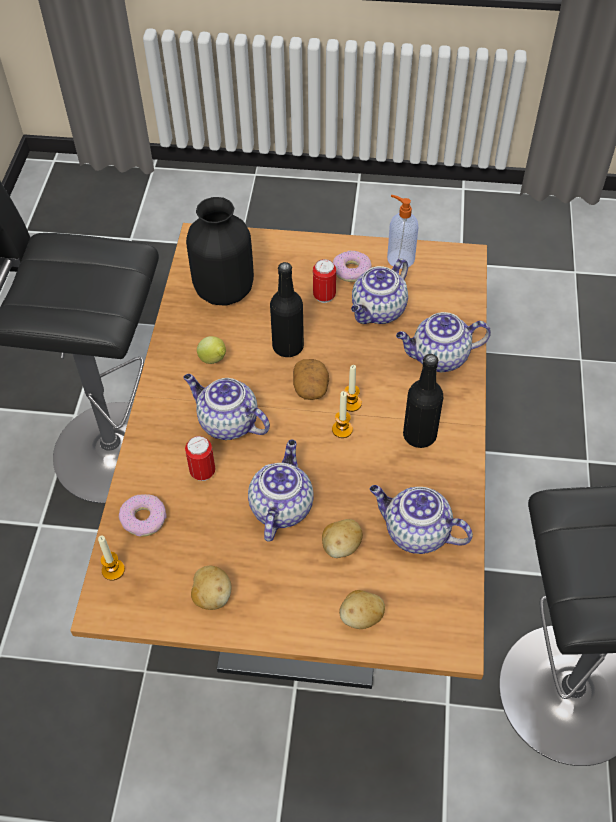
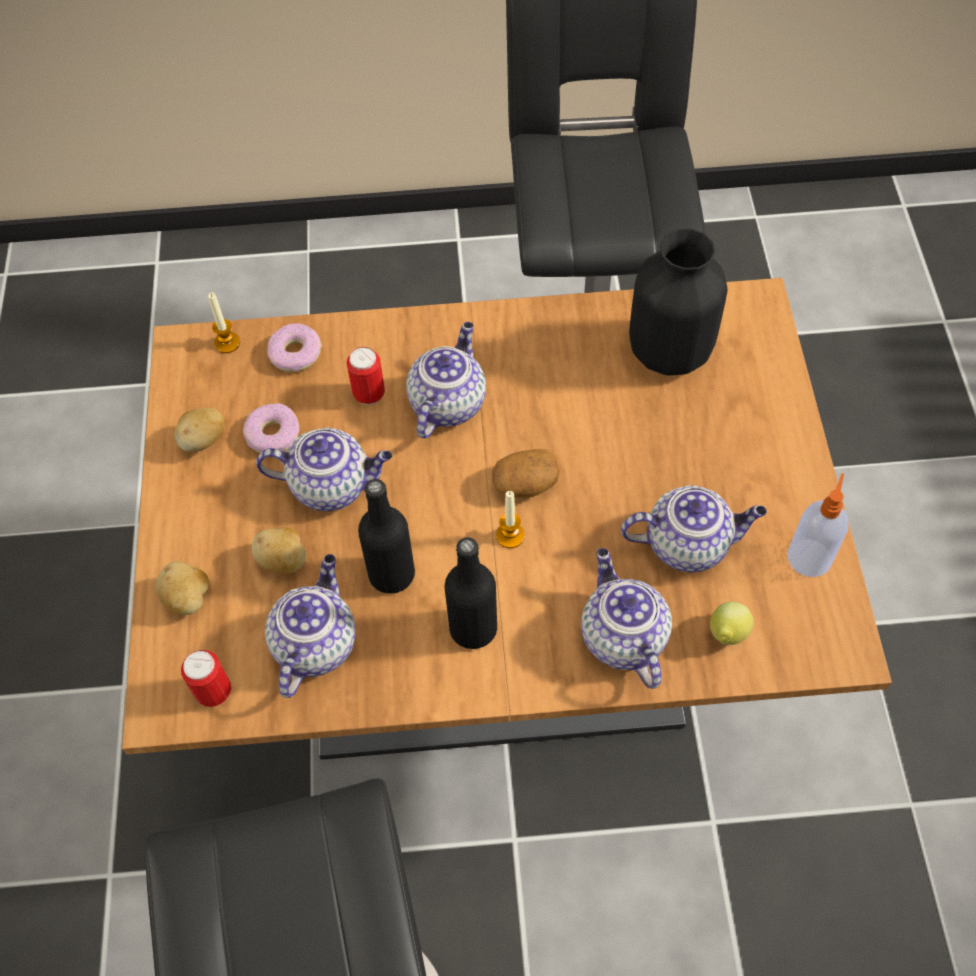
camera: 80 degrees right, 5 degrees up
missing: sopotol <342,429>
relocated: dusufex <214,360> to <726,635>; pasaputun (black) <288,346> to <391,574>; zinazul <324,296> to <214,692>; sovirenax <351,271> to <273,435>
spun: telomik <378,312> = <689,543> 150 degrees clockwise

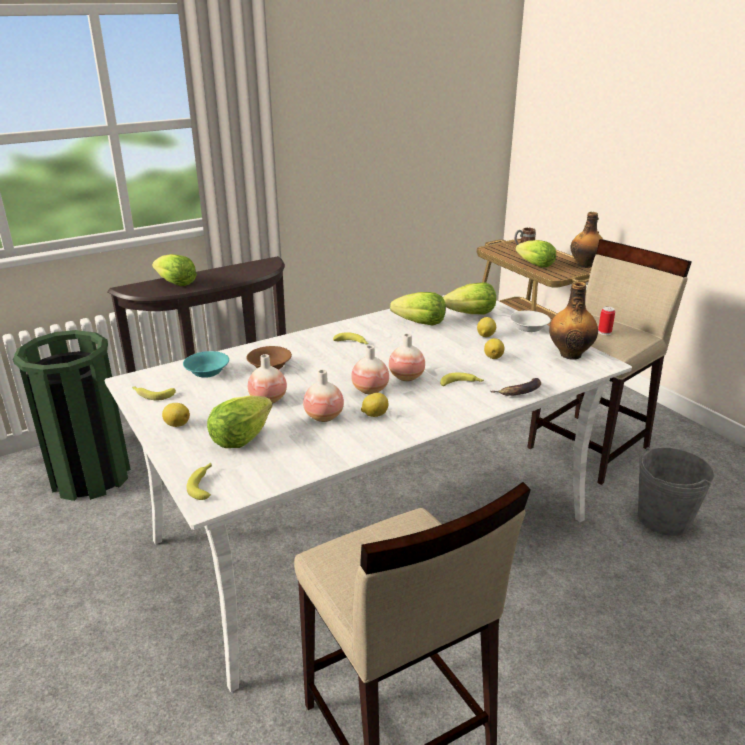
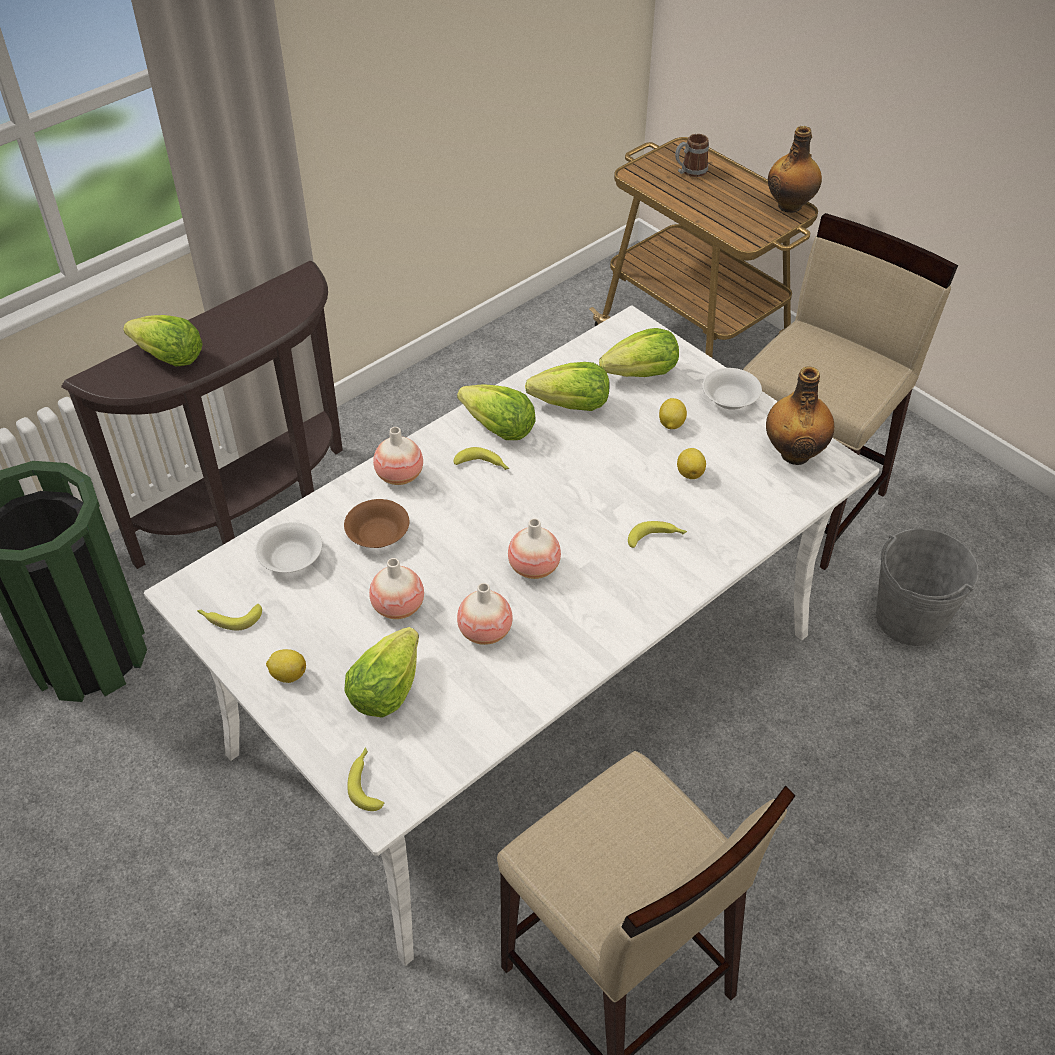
camera: 10 degrees left, 20 degrees up
missing: dusufex <374,415>; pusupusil <519,392>; zinazul <604,332>
relocated: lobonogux <406,377> to <399,476>; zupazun <535,265> to <499,429>
colour: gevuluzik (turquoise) <208,372> to gevuluzik (white) <292,558>

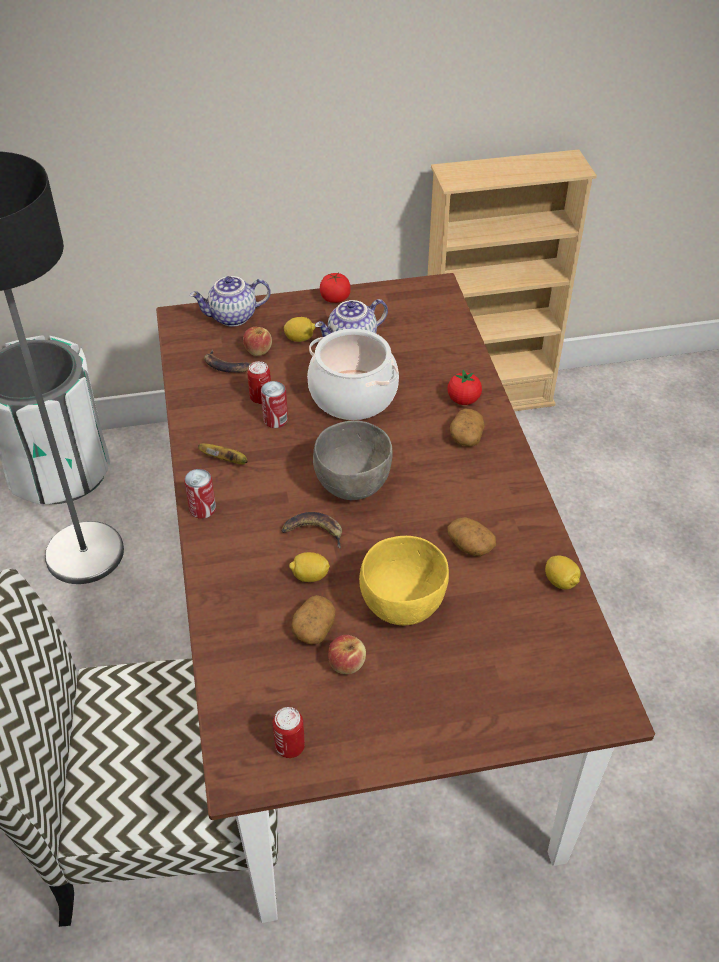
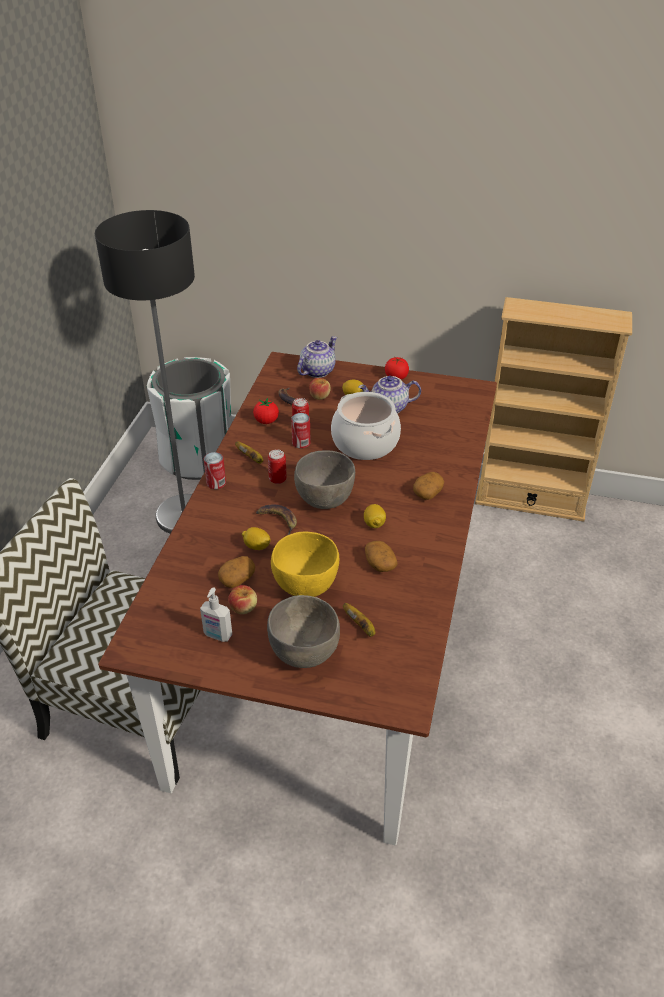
camera: 25 degrees right, 5 degrees down
appeared: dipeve <217,635>; gevuluzik (grey) <304,653>; pusupusil <361,626>
relocated: zinazul <290,746> to <277,479>; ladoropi <463,400> to <266,421>; dusufex <560,582> to <374,524>
spun: telomik <233,317> = <317,371> 120 degrees clockwise

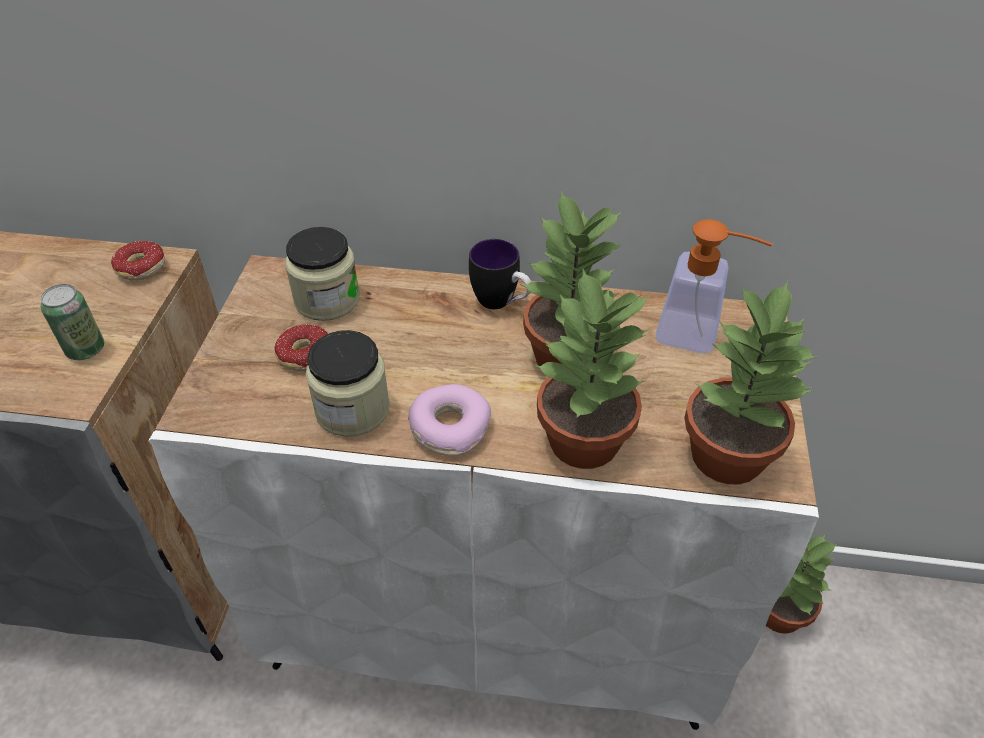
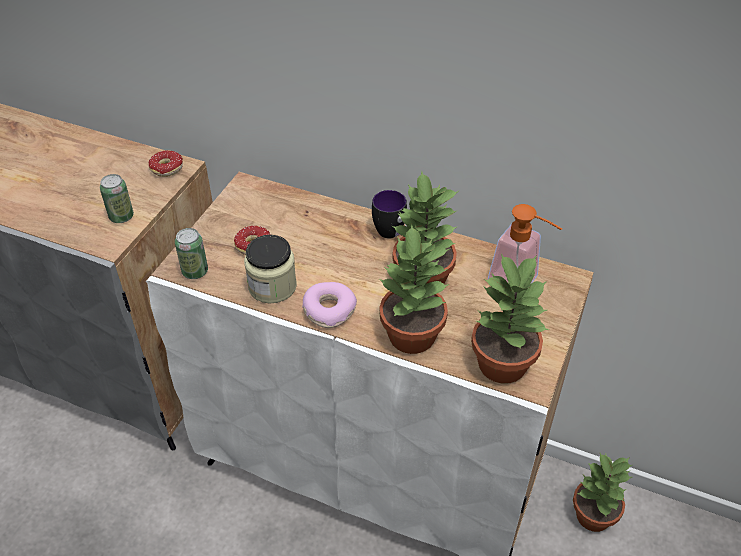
camera: 15 degrees right, 0 degrees up
missing: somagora <327,300>
appeared: zinazul <195,271>

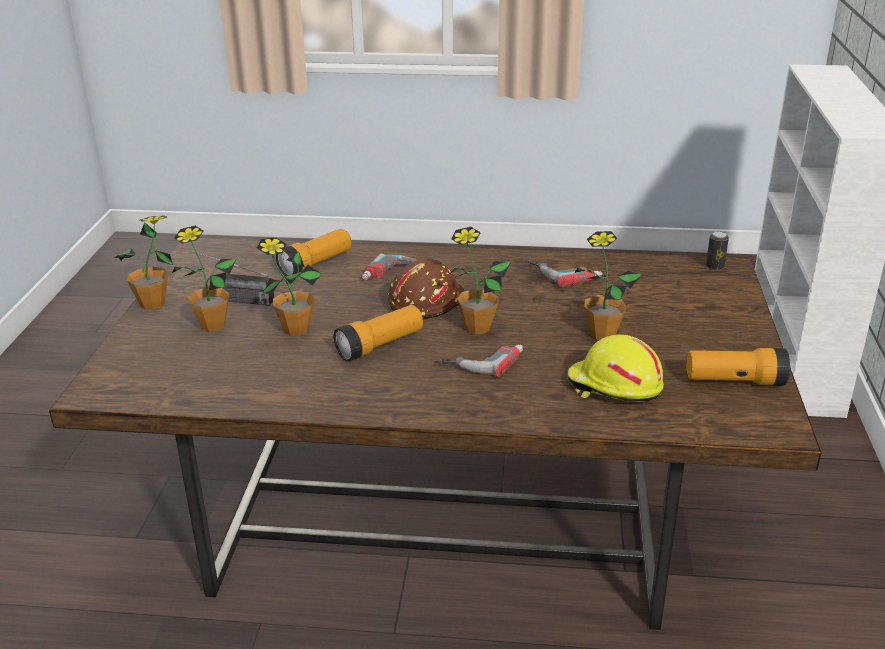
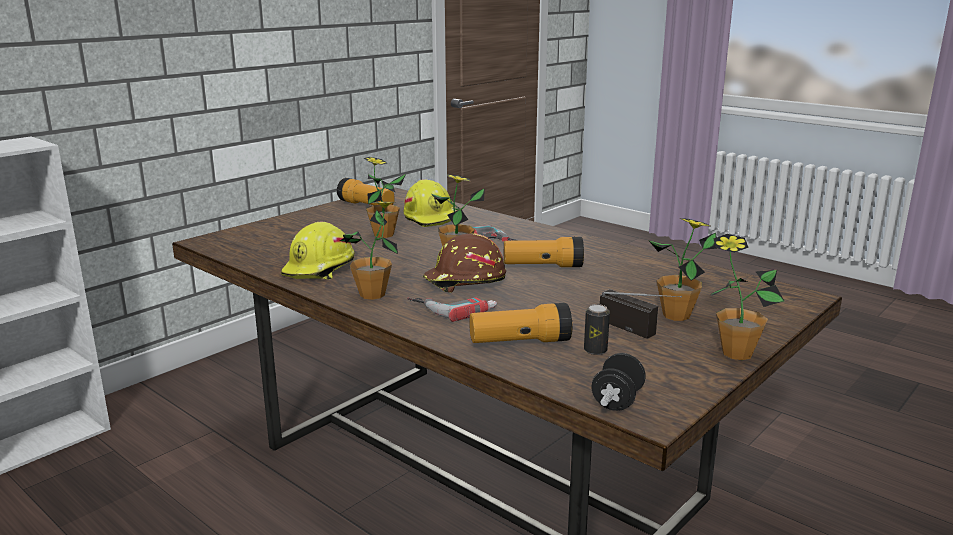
camera: 145 degrees left, 10 degrees down
appeared: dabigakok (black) <617,401>
relocated: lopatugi <296,329> to <372,294>; zinazul <714,266> to <595,350>
exchanged: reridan <563,273> to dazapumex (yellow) <320,269>

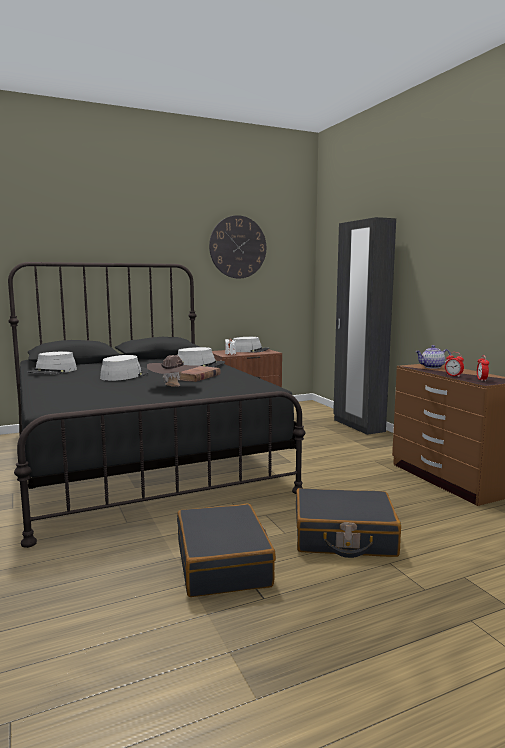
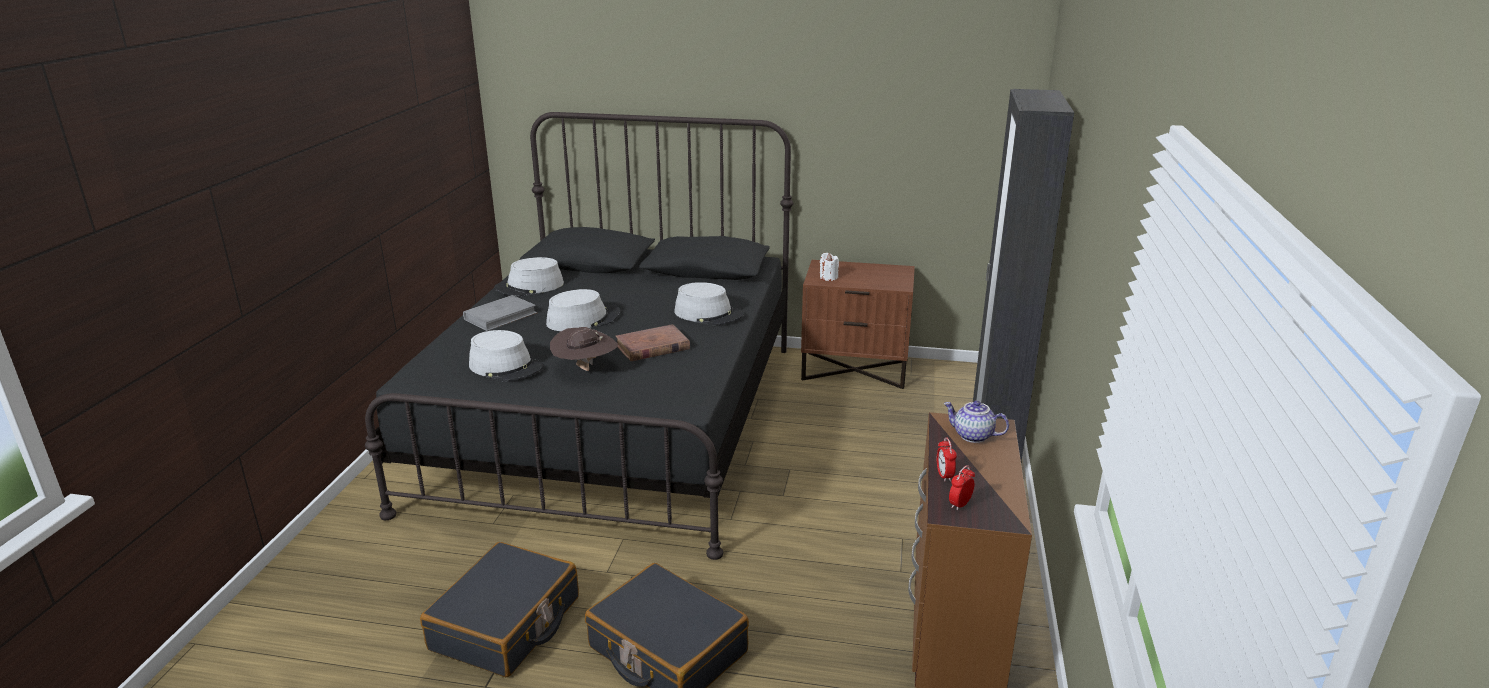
camera: 35 degrees right, 15 degrees up
missing: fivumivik <238,247>
appeared: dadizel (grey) <501,316>
relocated: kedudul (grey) <249,350> to <506,366>

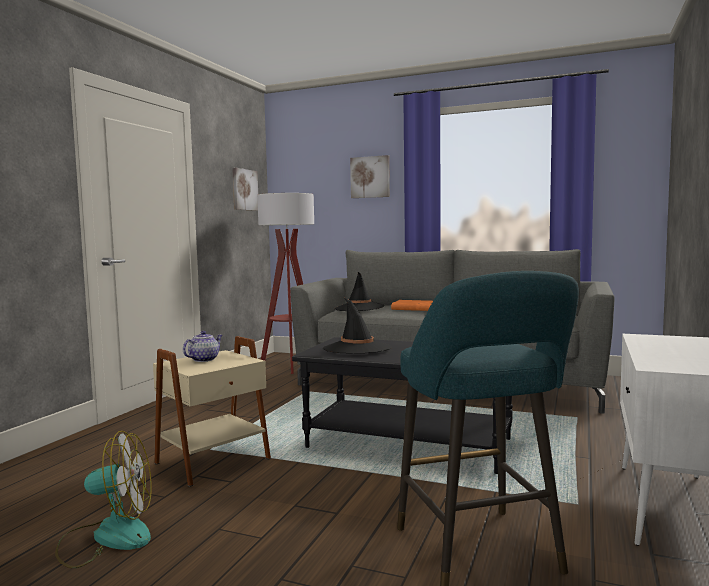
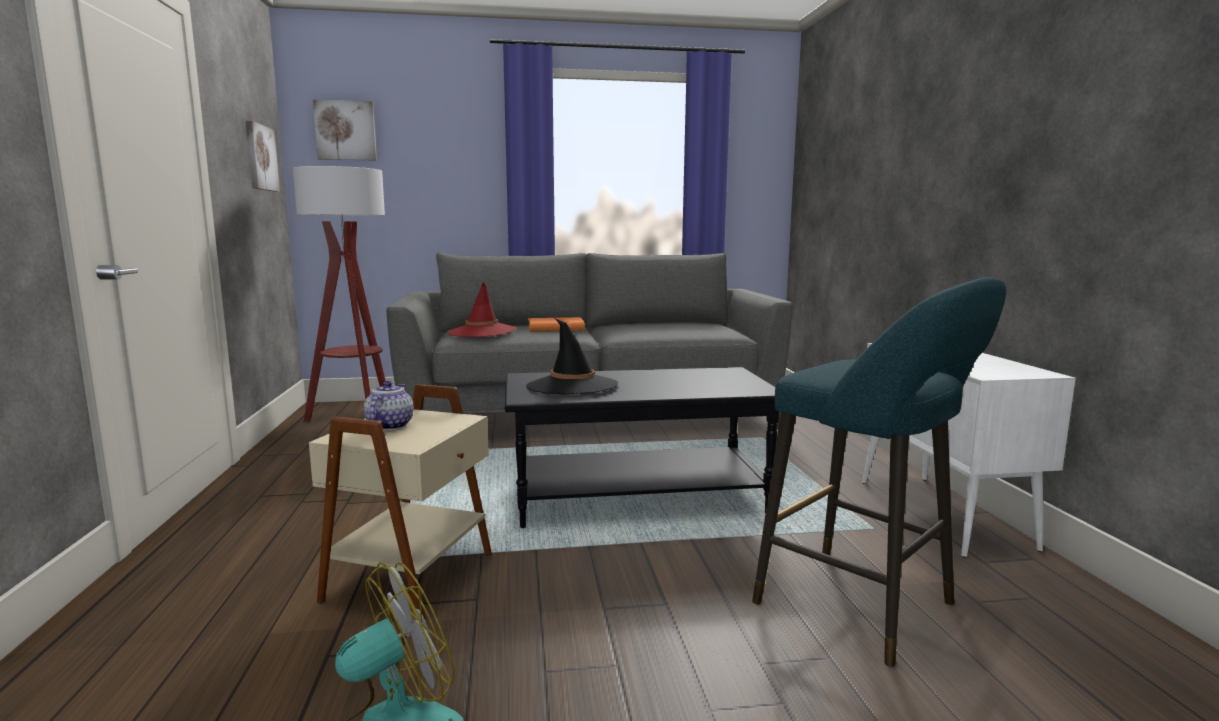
camera: 30 degrees left, 5 degrees up
relocated: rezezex <370,177> to <346,130>
colour: kedudul (black) <359,308> to kedudul (red) <482,332>

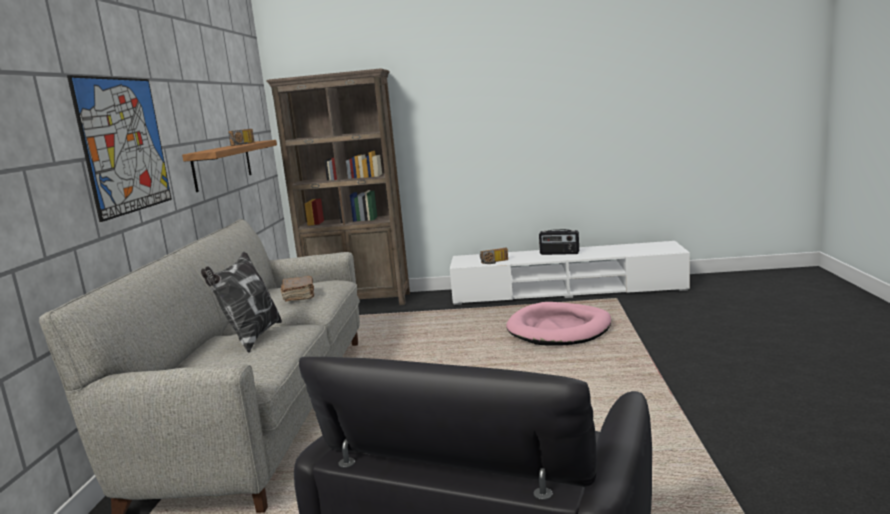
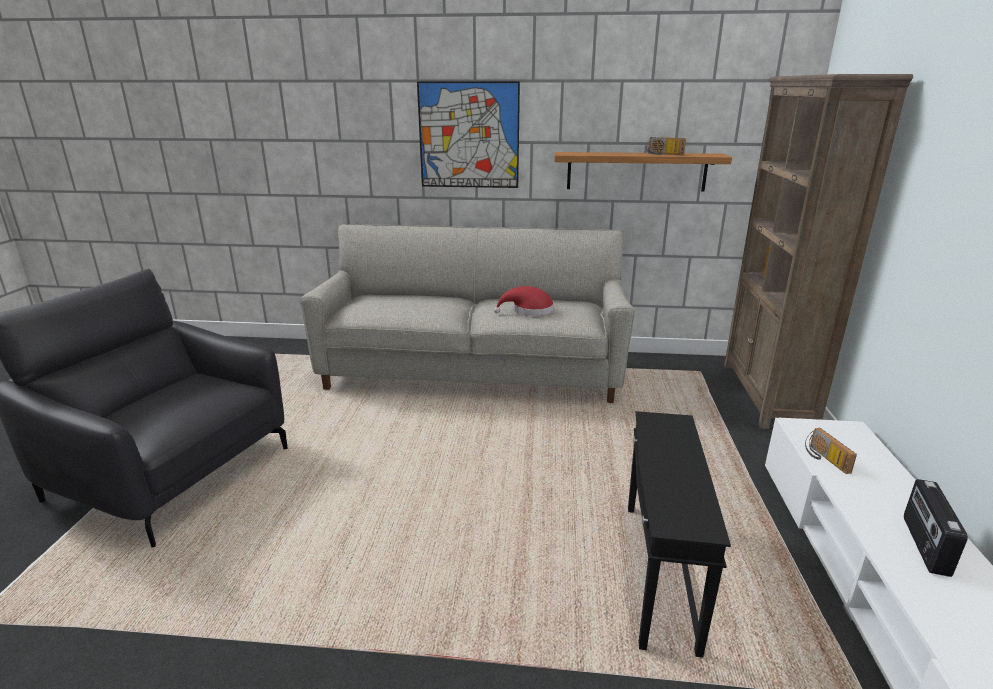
camera: 90 degrees right, 10 degrees up
missing: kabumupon <251,338>
exchanged: dadizel (brown) <299,296> to kedudul (red) <529,310>; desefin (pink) <559,329> to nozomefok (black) <658,572>

